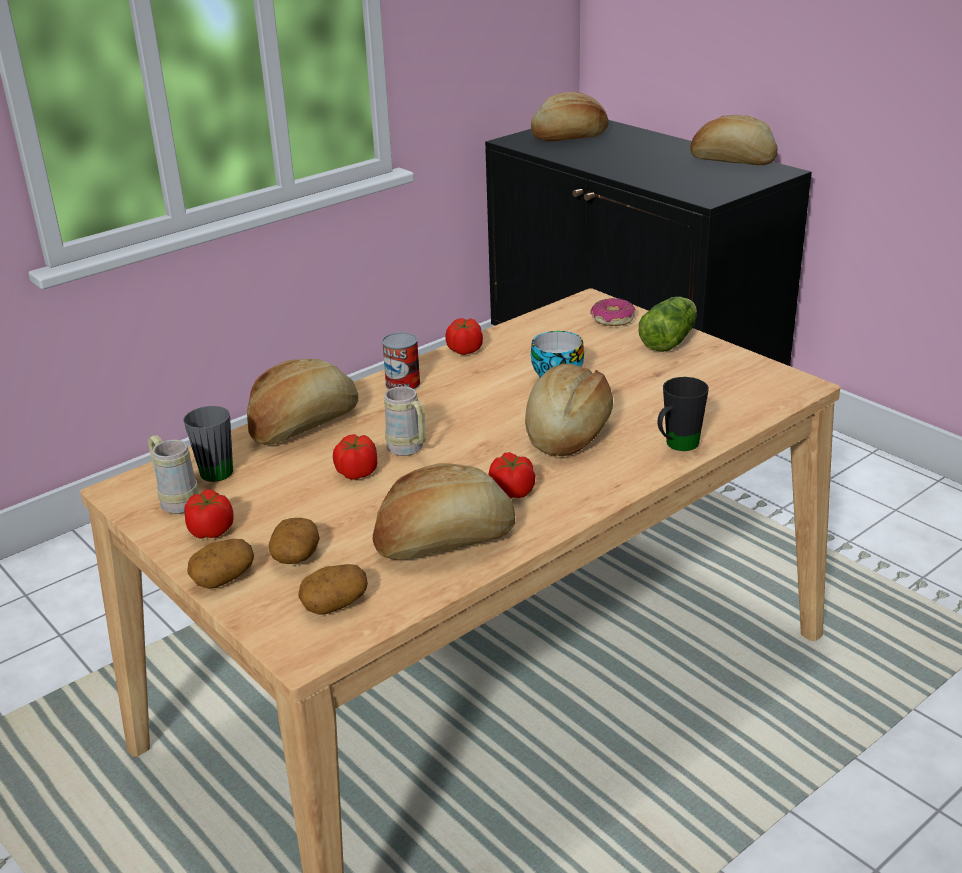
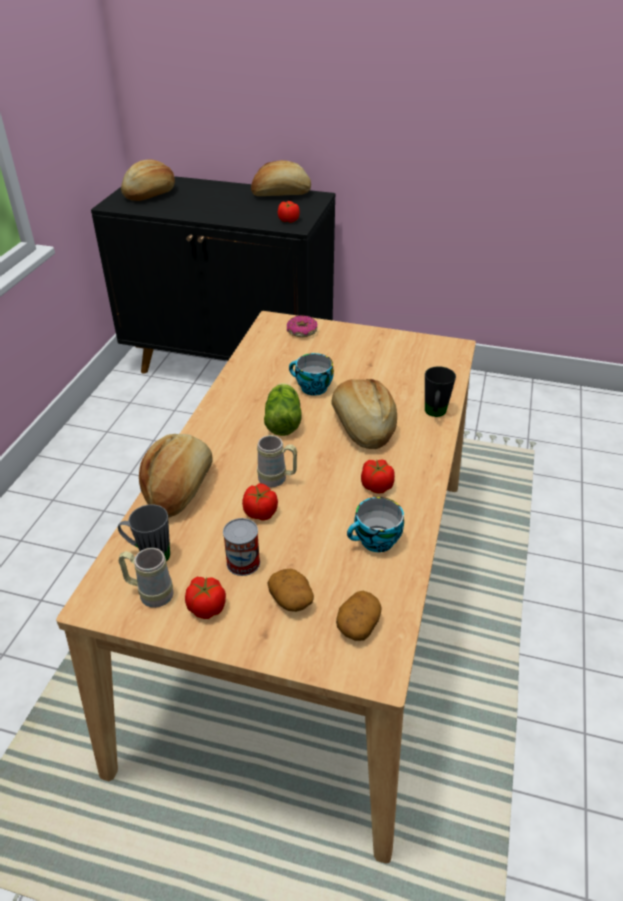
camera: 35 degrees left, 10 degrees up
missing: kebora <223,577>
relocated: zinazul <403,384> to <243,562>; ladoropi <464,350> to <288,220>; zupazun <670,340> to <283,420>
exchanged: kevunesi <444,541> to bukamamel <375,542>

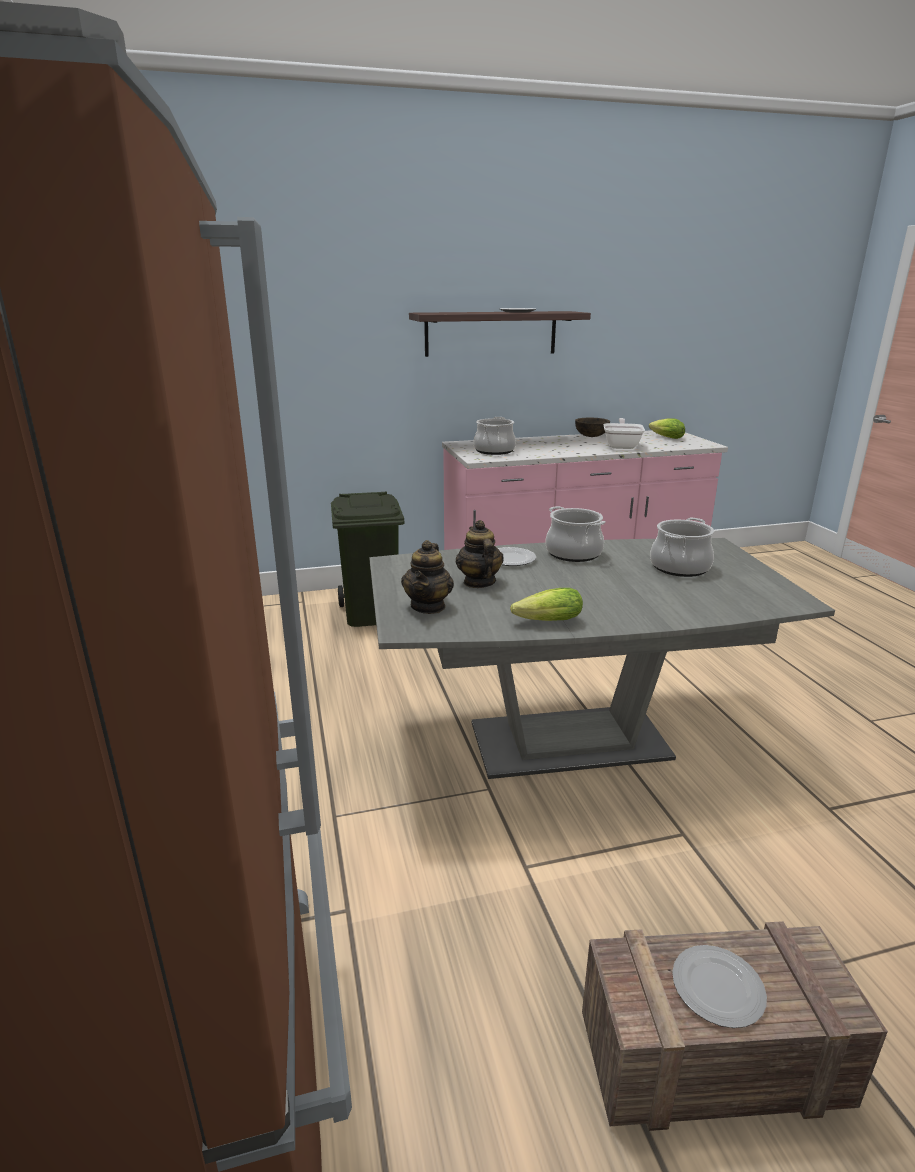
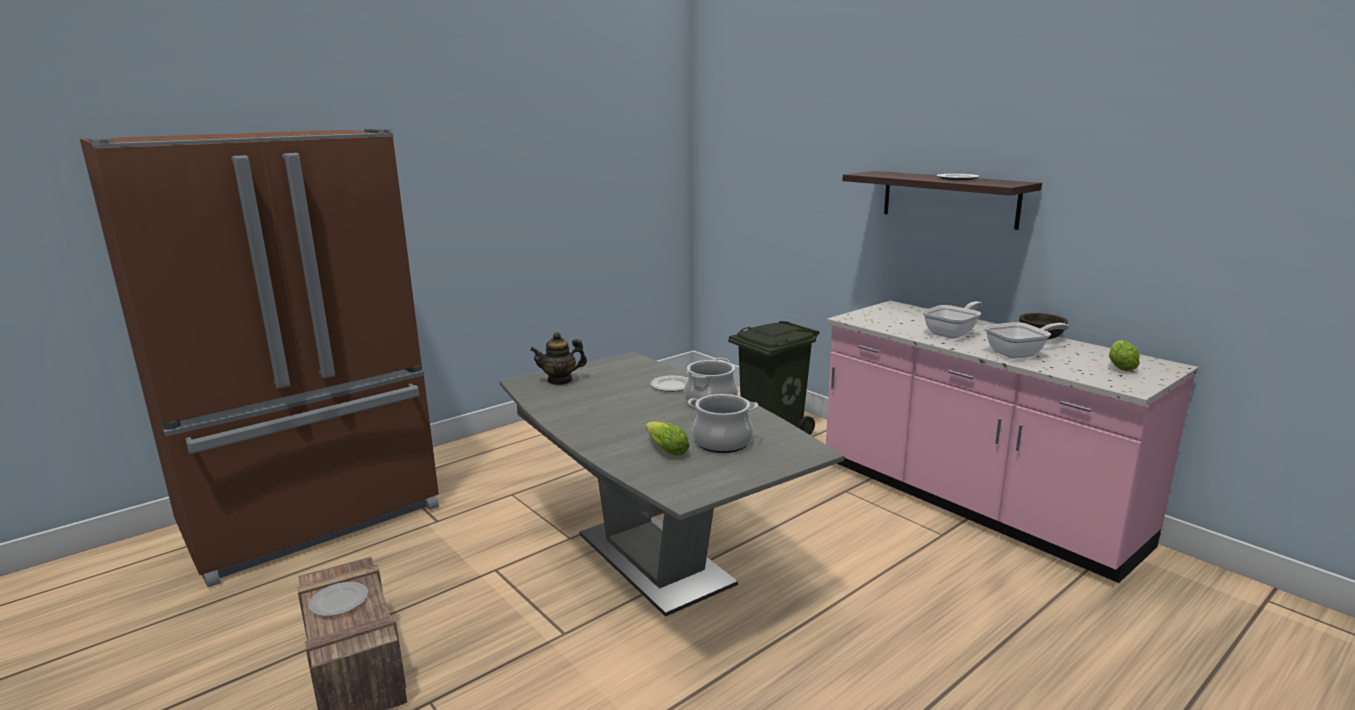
camera: 65 degrees right, 5 degrees down
missing: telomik <479,582>; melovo <494,451>
appeared: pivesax <953,333>
relocated: zupazun <544,622> to <665,449>

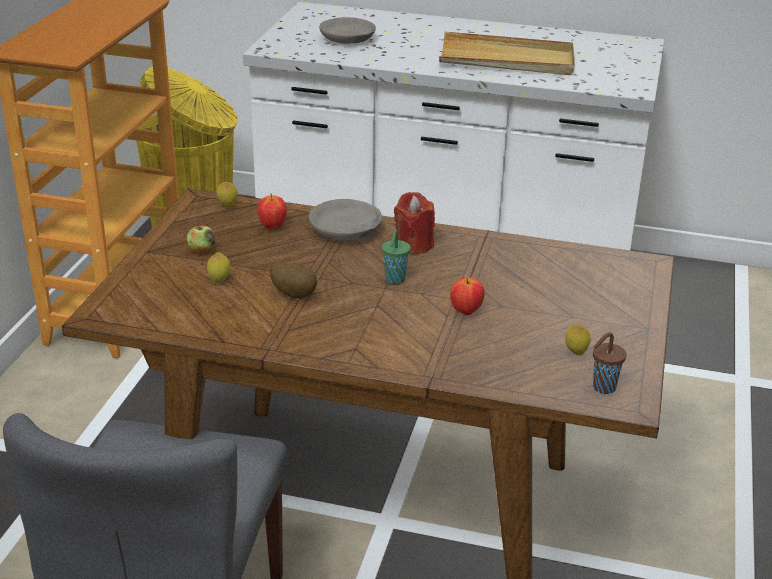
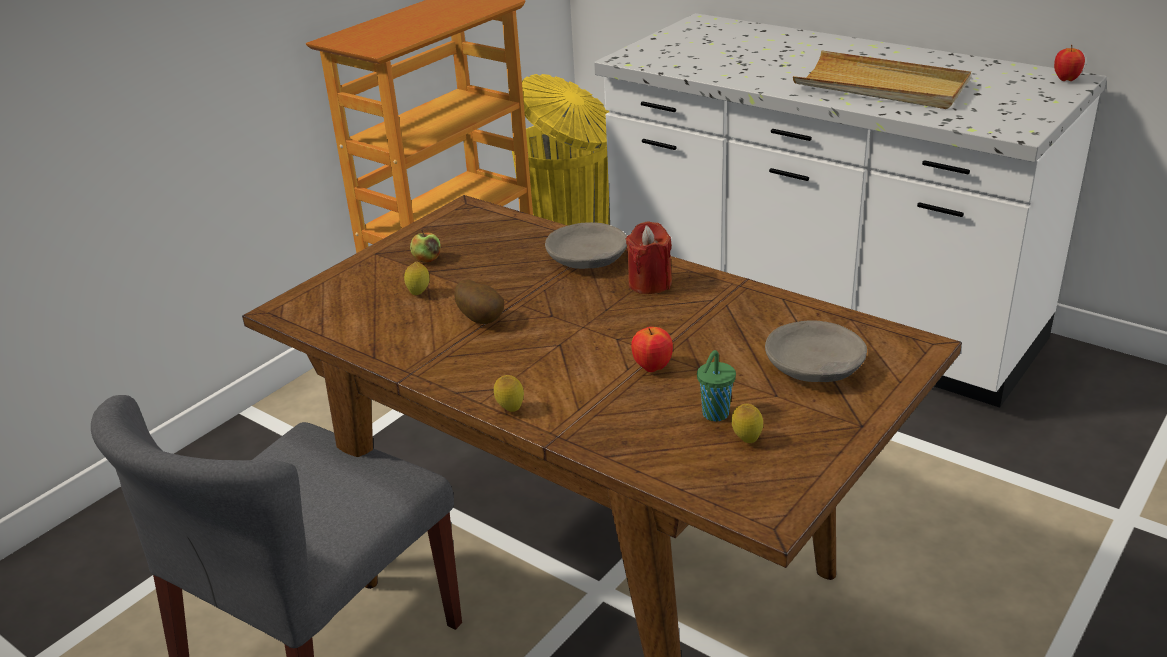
camera: 25 degrees right, 0 degrees up
missing: bukamamel (brown) <602,388>
relocated: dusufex <228,207> to <510,409>; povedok <272,226> to <1066,79>; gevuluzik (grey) <348,39> to <815,367>; bukamamel (green) <394,280> to <714,415>

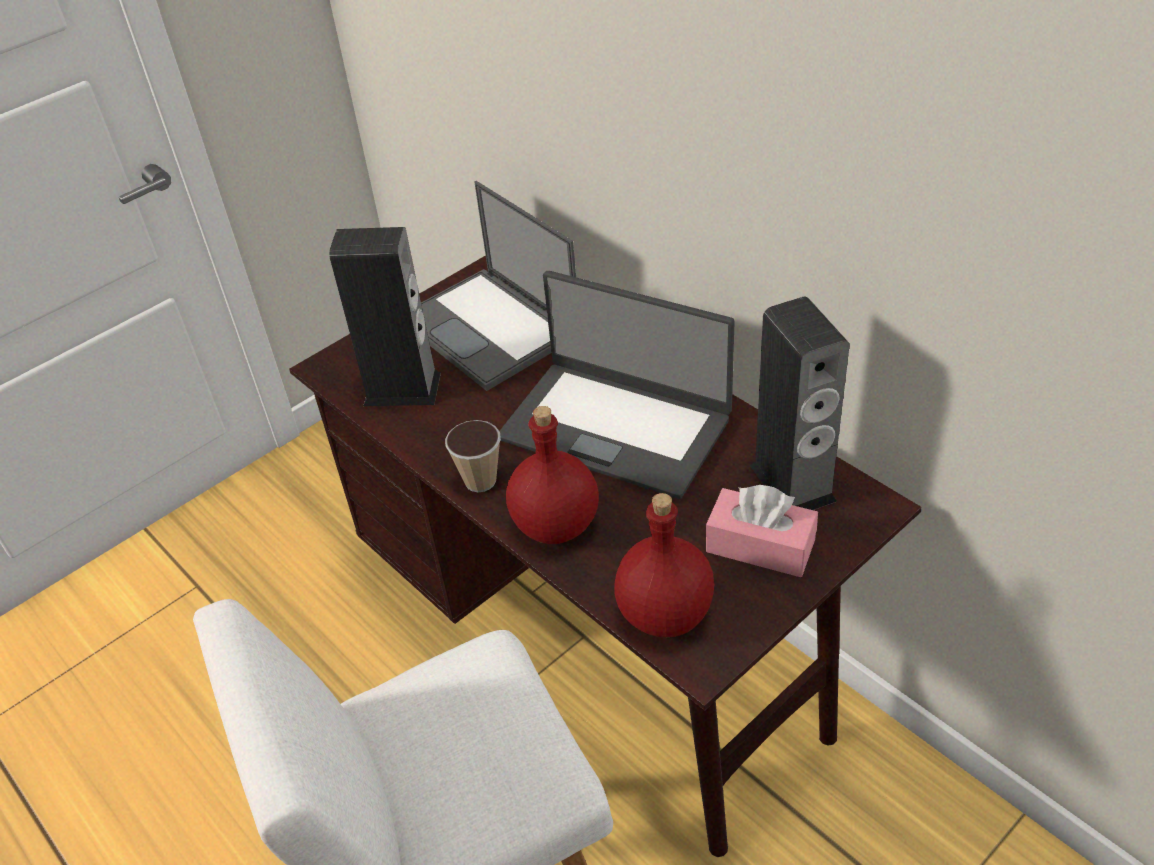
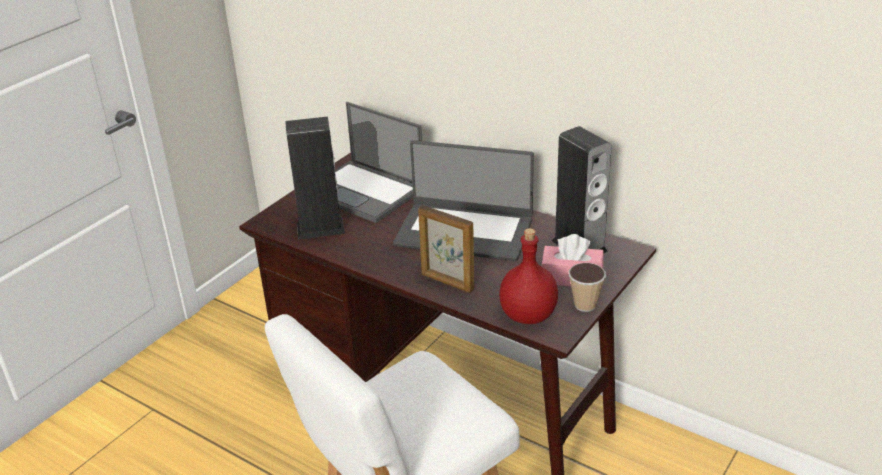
camera: 15 degrees left, 10 degrees down
relocated: bukamamel <480,480> to <585,305>
exchanged: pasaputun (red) <557,524> to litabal <447,282>

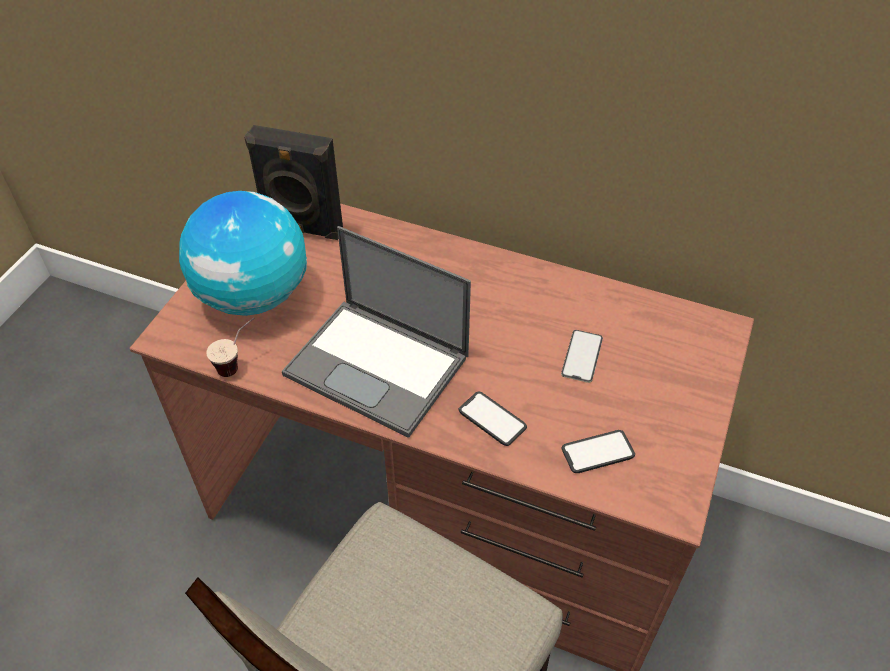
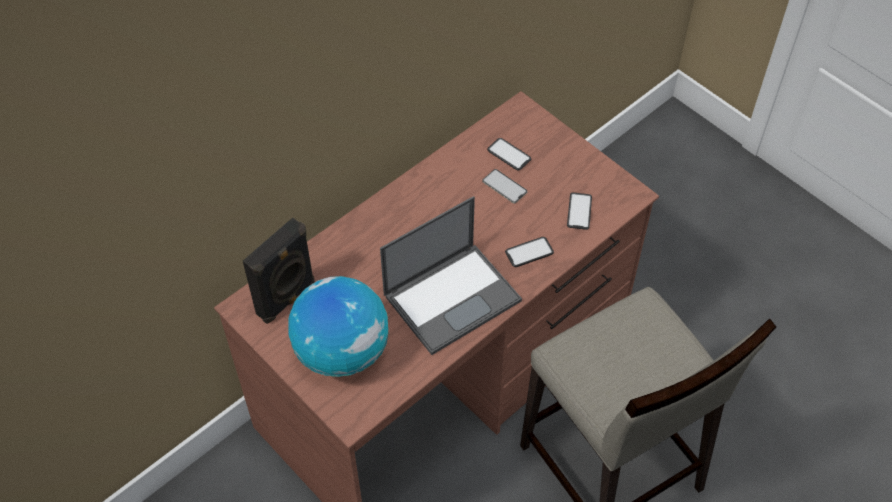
camera: 65 degrees left, 5 degrees up
missing: bukamamel <238,363>
appeared: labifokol <509,154>

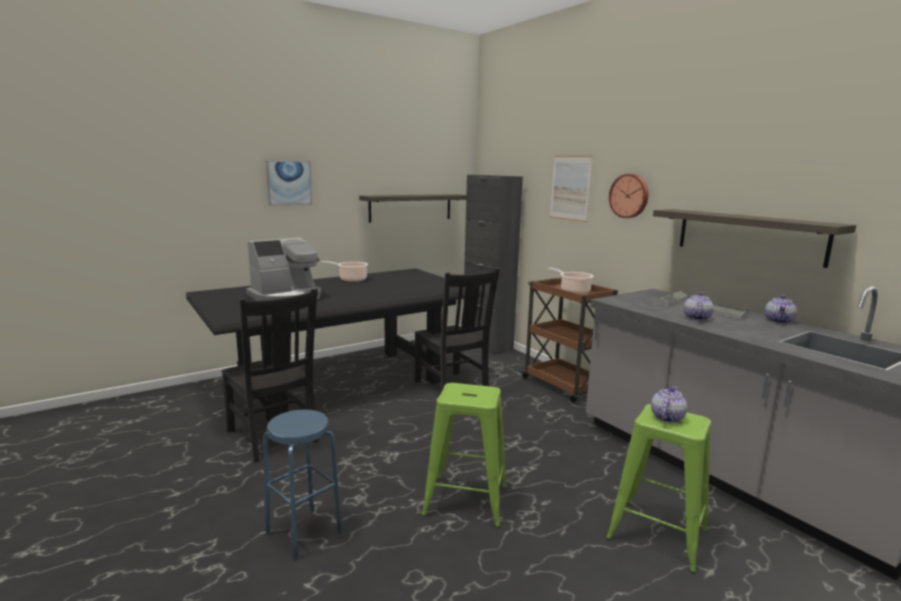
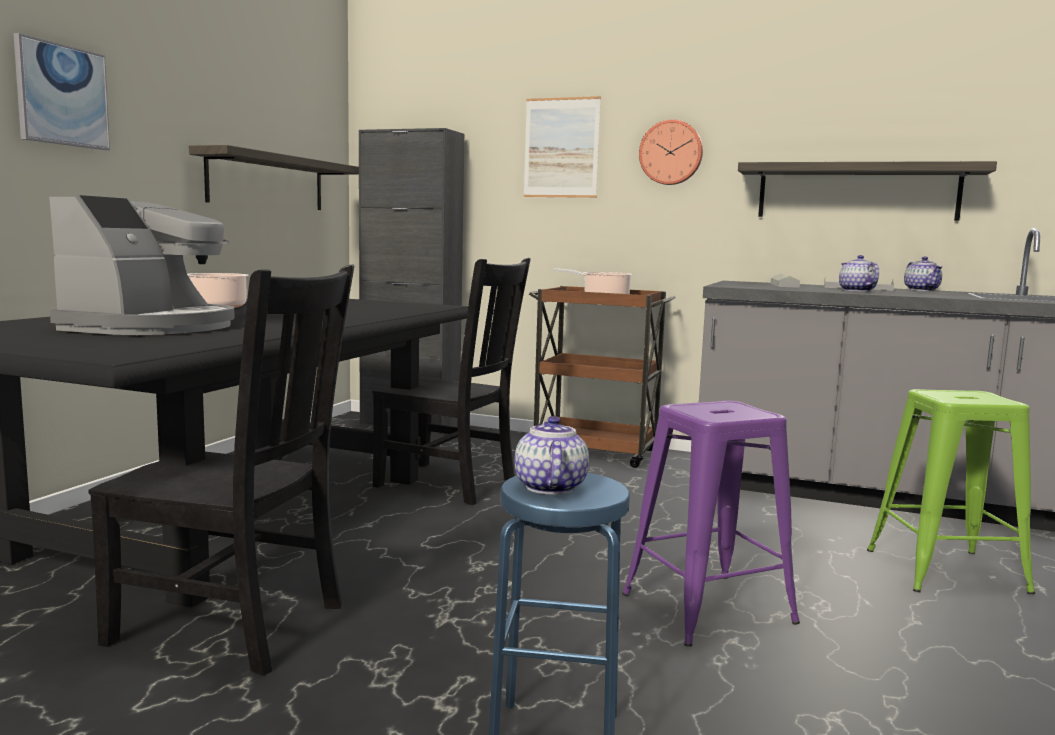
camera: 35 degrees left, 5 degrees down
relocated: telomik <666,417> to <549,487>
colour: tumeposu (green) <466,501> to tumeposu (purple) <709,608>

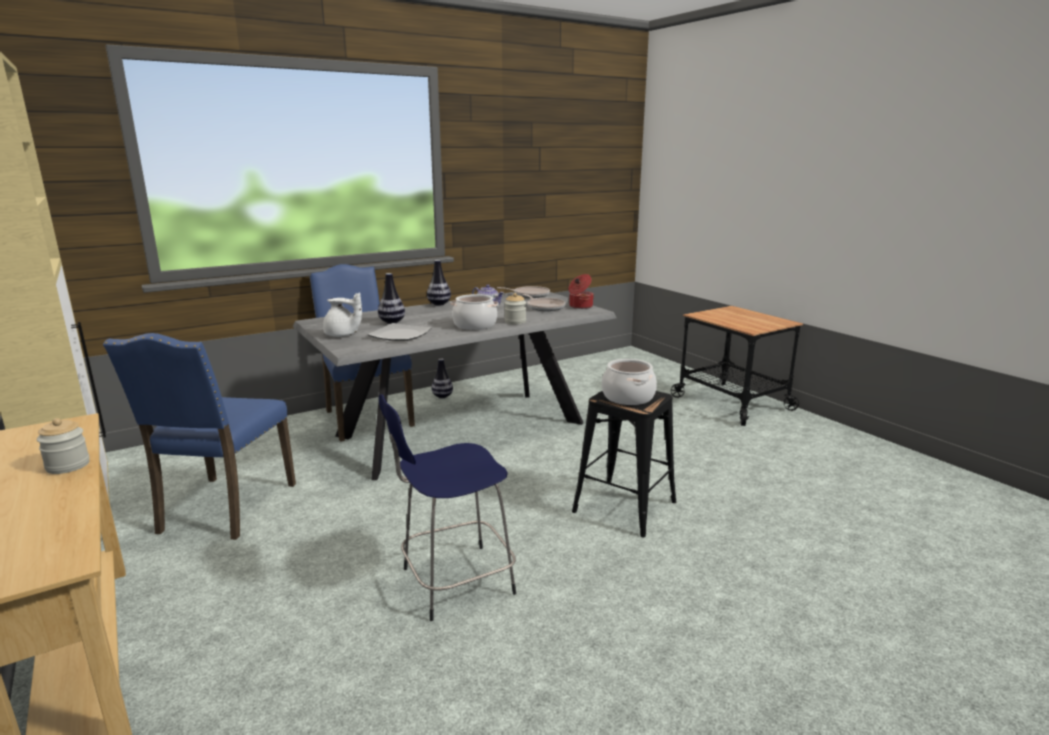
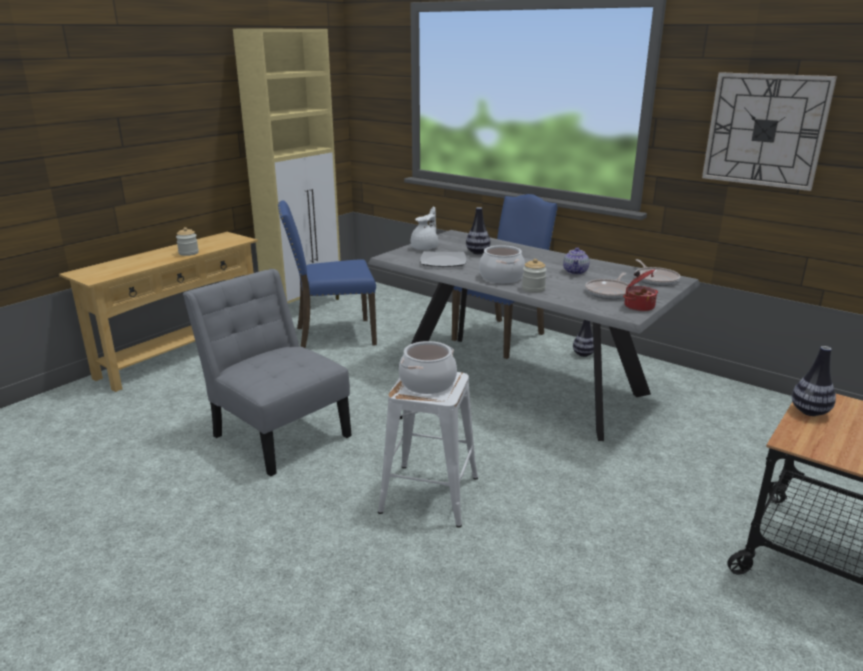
camera: 70 degrees right, 5 degrees up
appeared: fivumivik <765,130>
relocated: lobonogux <439,304> to <809,412>
exchanged: tumeposu (blue) <453,582> to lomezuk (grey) <278,433>
colour: tumeposu (black) <625,506> to tumeposu (white) <430,494>
spun: telomik (white) <342,335> = <425,247> 150 degrees counterclockwise

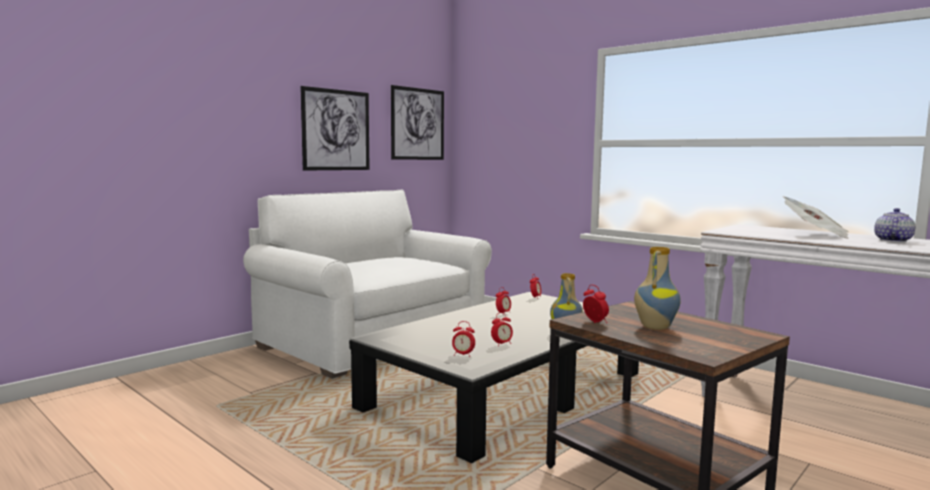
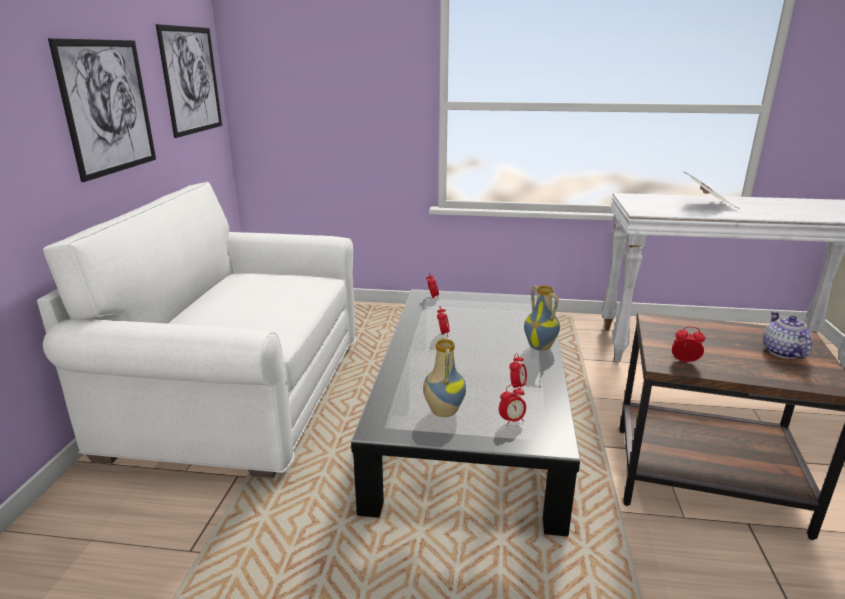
camera: 35 degrees left, 15 degrees up
relocated: lobonogux <654,327> to <442,411>; telomik <892,240> to <783,352>

